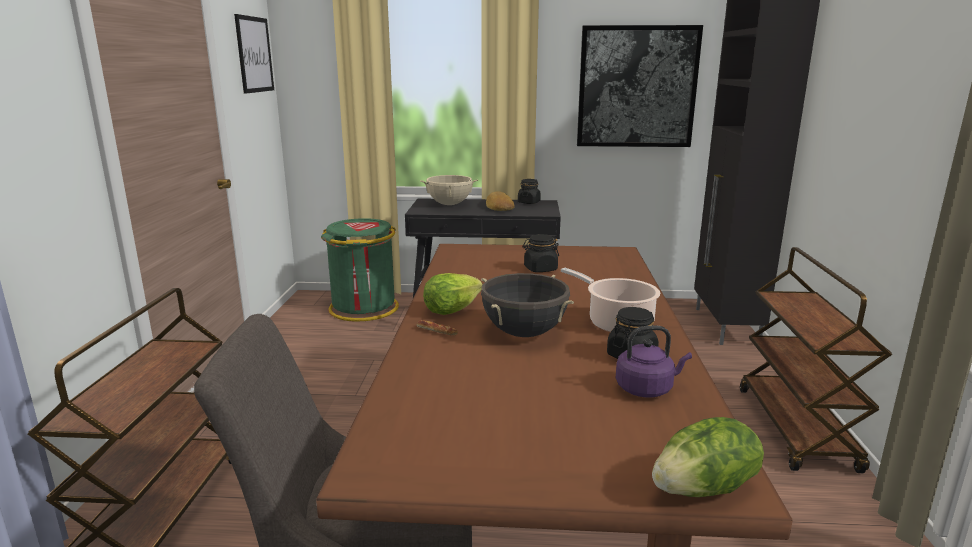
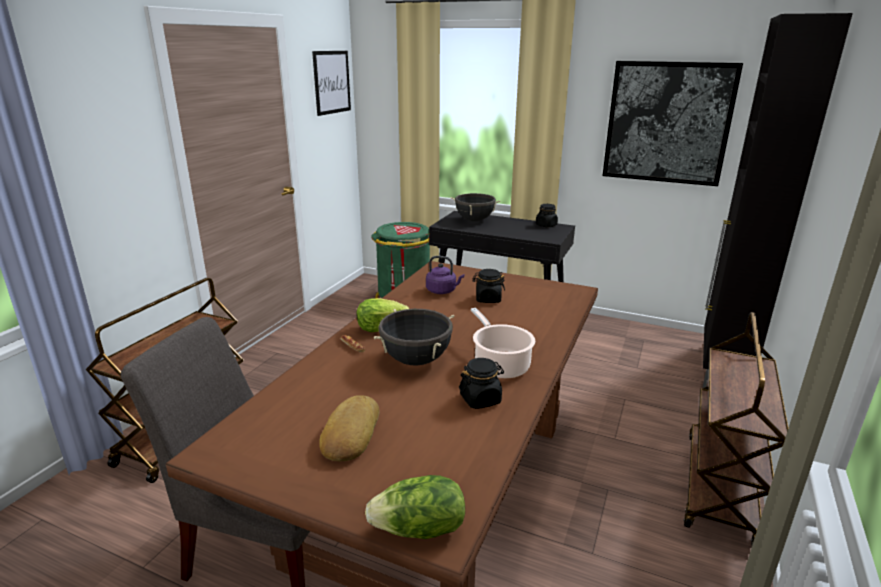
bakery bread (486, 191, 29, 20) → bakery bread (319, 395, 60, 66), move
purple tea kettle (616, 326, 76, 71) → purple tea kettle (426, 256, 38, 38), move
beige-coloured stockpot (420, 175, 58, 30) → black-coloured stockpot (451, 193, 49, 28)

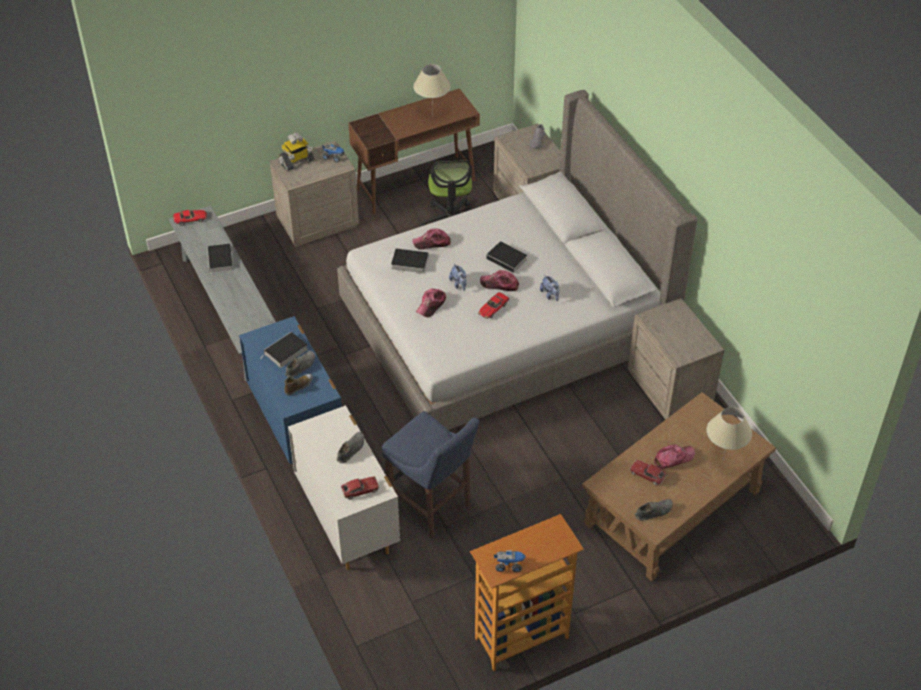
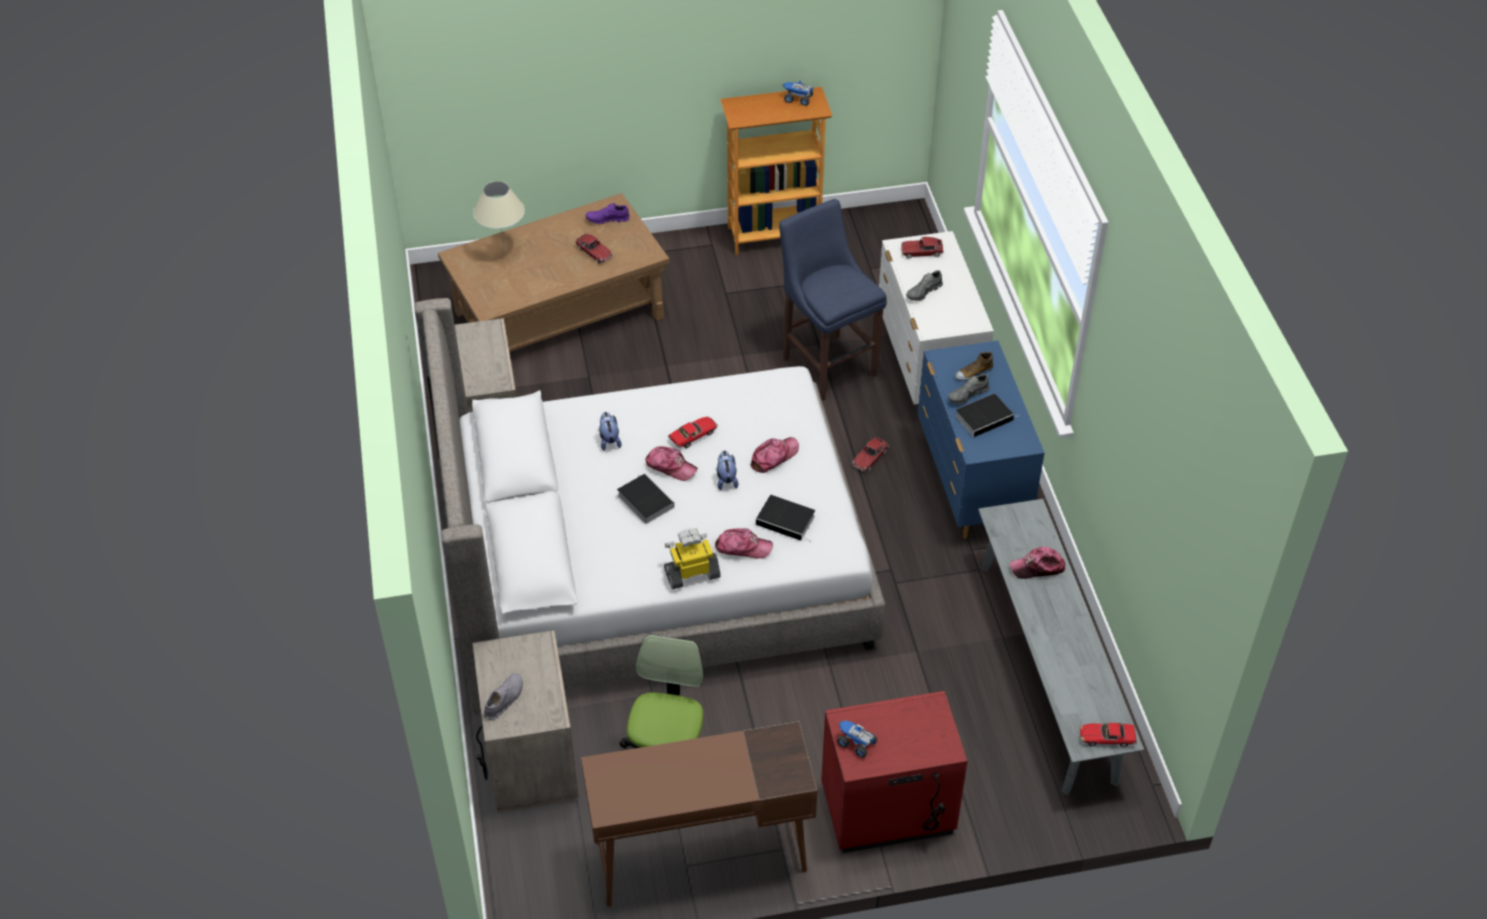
volume (207, 244, 26, 33) → -
beige-coloured table lamp (413, 64, 38, 53) → -
- → toy car (852, 437, 36, 35)
model robot (278, 132, 37, 39) → model robot (664, 528, 57, 61), move
peaked cap (654, 444, 41, 25) → peaked cap (1010, 547, 55, 32), move
beige-coloured bedside table (270, 141, 89, 106) → red-coloured bedside table (821, 691, 147, 162)
grey low shoe (635, 499, 38, 22) → purple low shoe (585, 203, 45, 21)

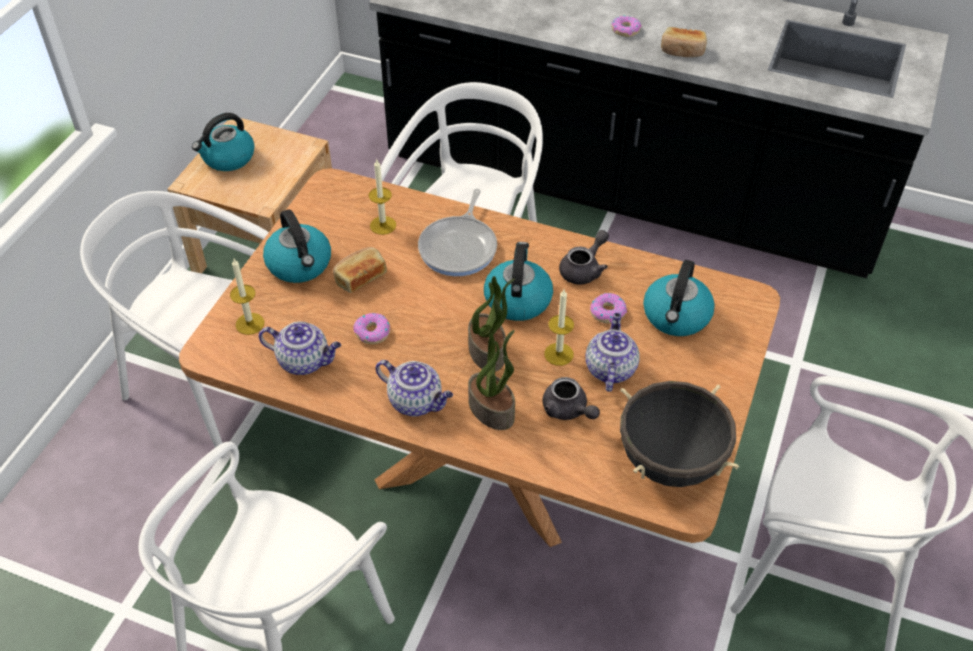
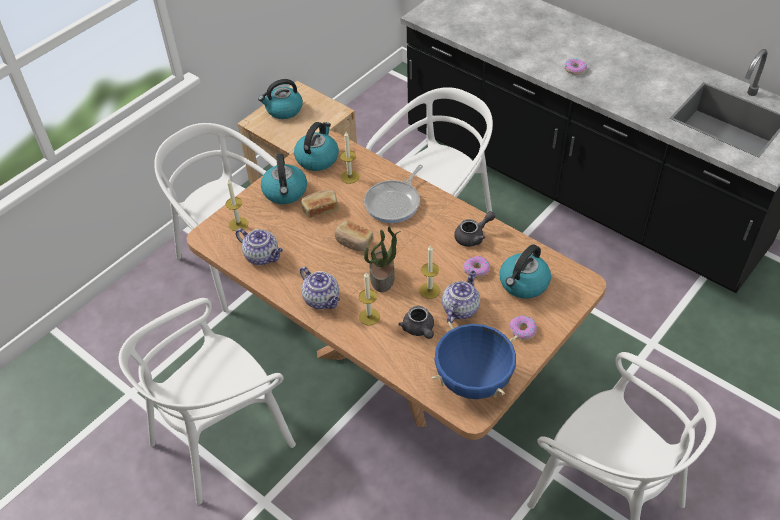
donut (353, 313, 37, 31) → donut (509, 316, 28, 24), move
tea kettle (484, 242, 69, 79) → tea kettle (294, 122, 45, 49), move
bakery bread (661, 27, 46, 30) → bakery bread (334, 220, 40, 31), move
potted plant (468, 330, 47, 100) → wax candle (359, 272, 21, 54)
black-coloured stockpot (620, 381, 120, 106) → blue stockpot (431, 322, 87, 77)

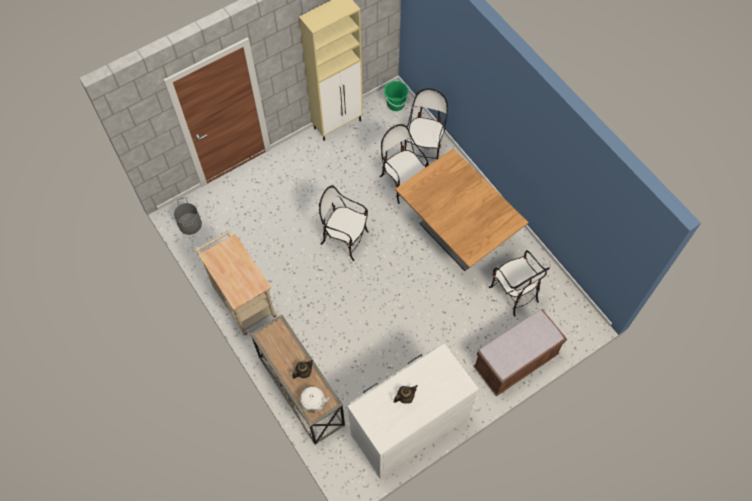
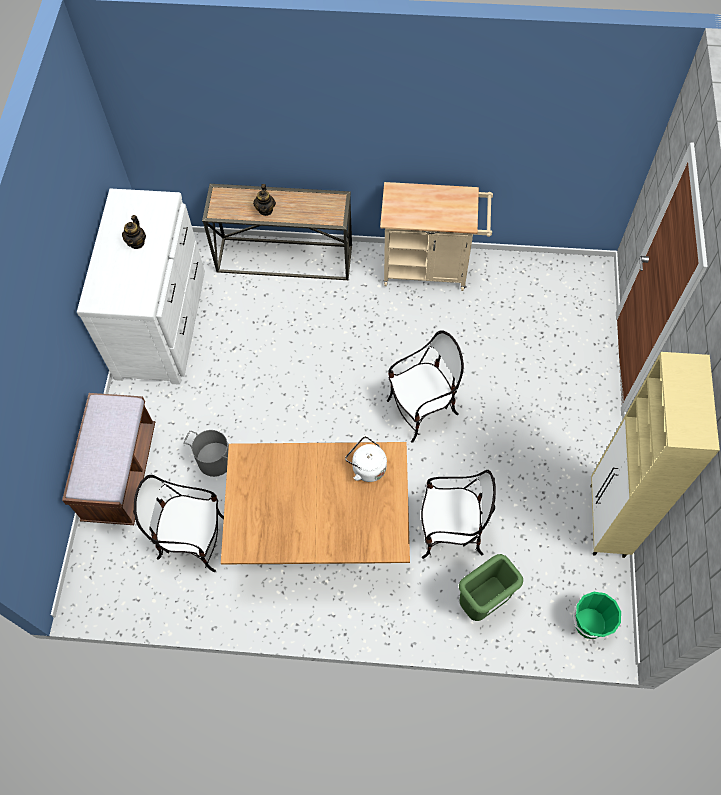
grey pail (174, 197, 28, 38) → grey pail (184, 430, 45, 47), move
white-coloured tea kettle (300, 387, 30, 26) → white-coloured tea kettle (345, 436, 42, 46), move
chair (404, 88, 44, 72) → greenish rubbish bin (459, 554, 64, 67)

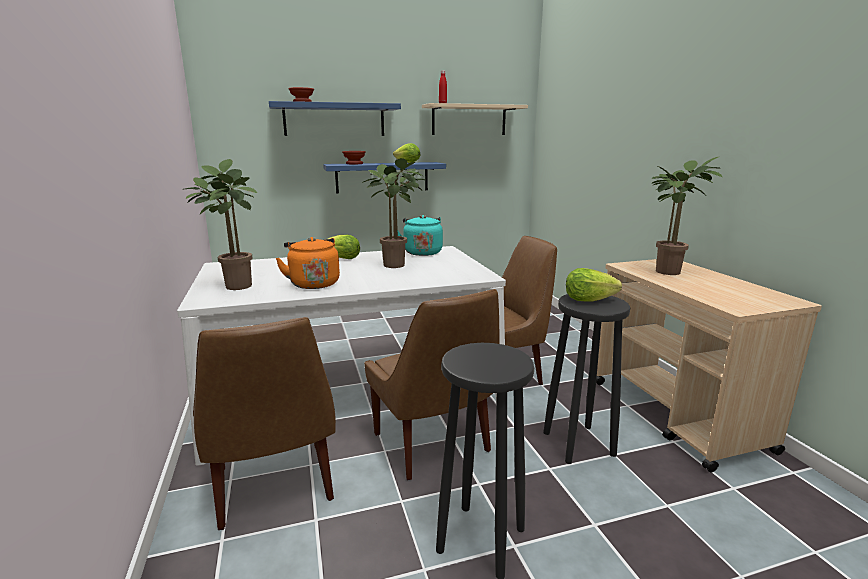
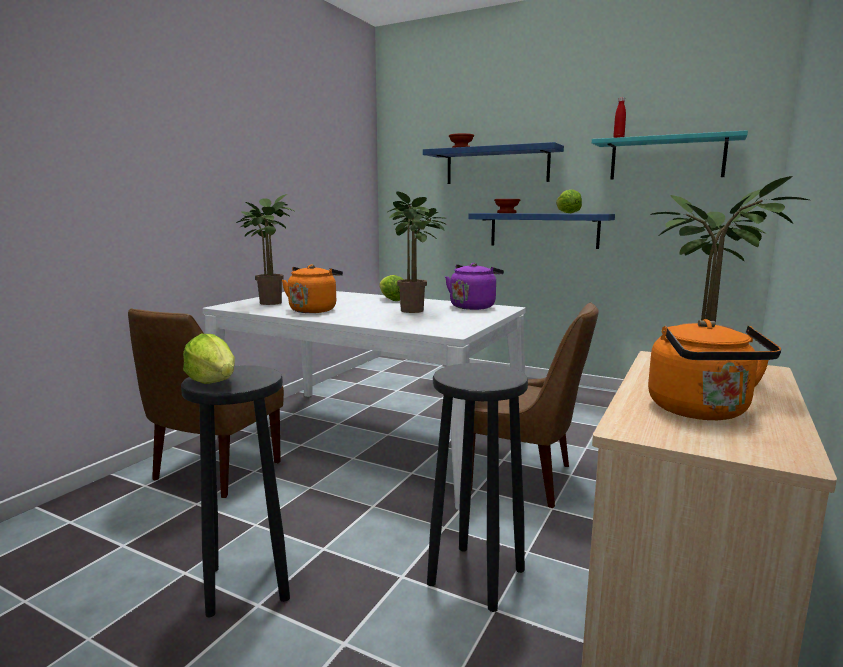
brown chair (364, 289, 135, 191) → -
- → orange-coloured tea kettle (648, 319, 133, 101)
lettuce head (566, 268, 56, 34) → lettuce head (183, 334, 52, 50), move
blue-green tea kettle (398, 215, 45, 41) → purple tea kettle (445, 263, 59, 47)
beige-coloured shelf (422, 103, 106, 32) → blue-green shelf (592, 130, 156, 50)

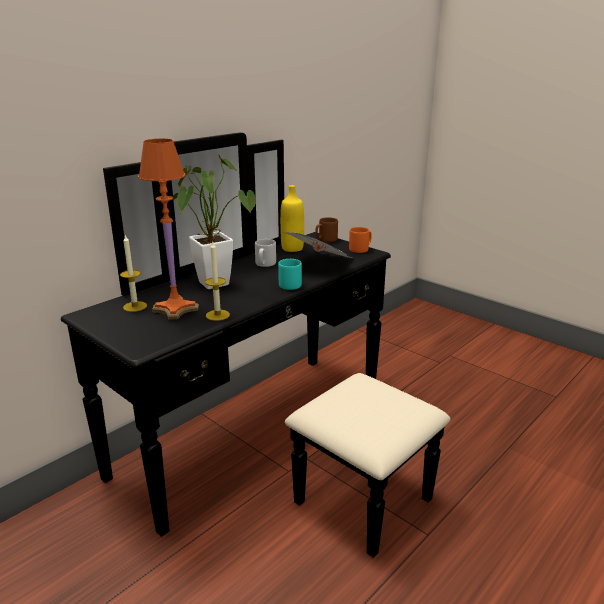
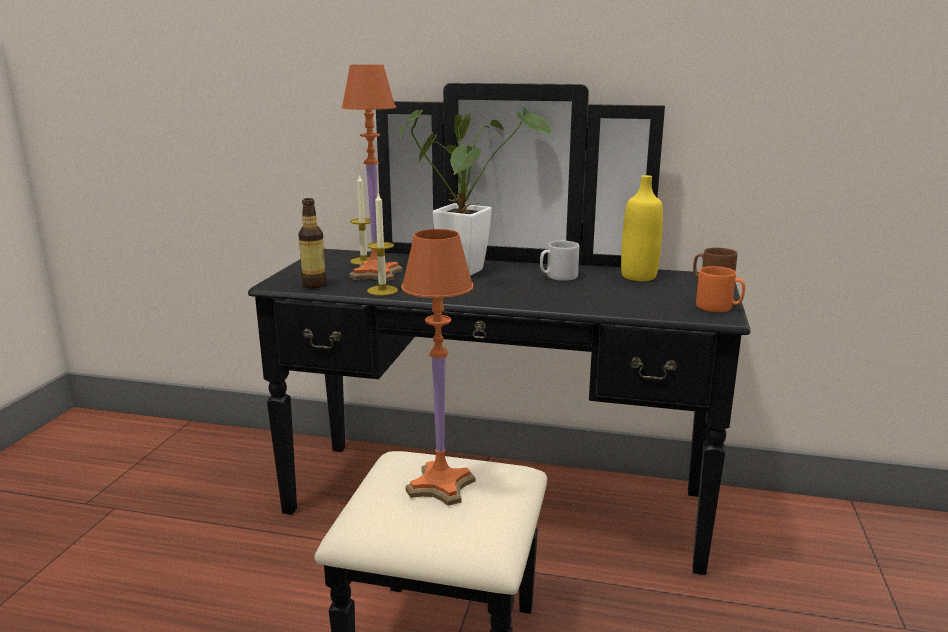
blue-green mug (278, 259, 24, 31) → -
daily paper (284, 232, 68, 26) → -
- → bottle (298, 198, 29, 91)
- → orange-coloured table lamp (401, 229, 75, 277)

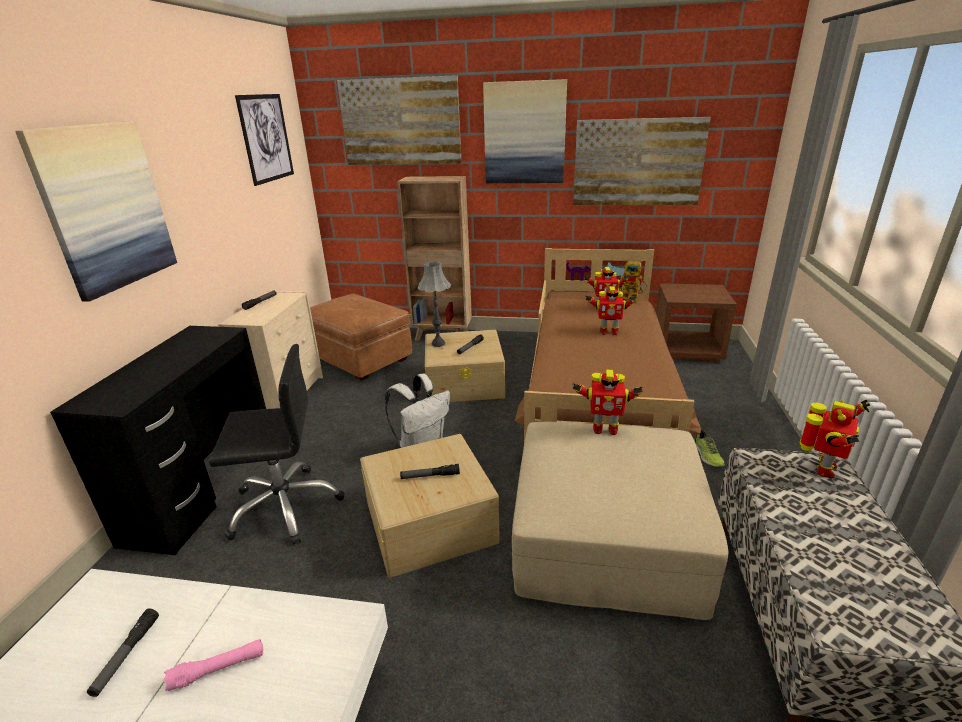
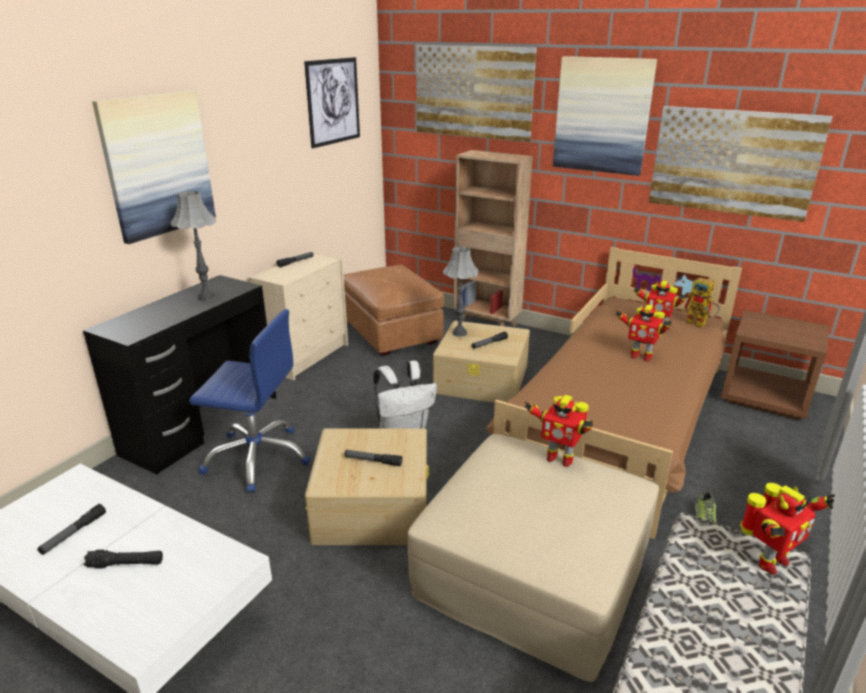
- → grey table lamp (170, 191, 46, 110)
pink torch (163, 639, 100, 52) → black-coloured torch (84, 549, 79, 20)
black-coloured computer chair (209, 344, 135, 201) → blue computer chair (189, 309, 122, 184)

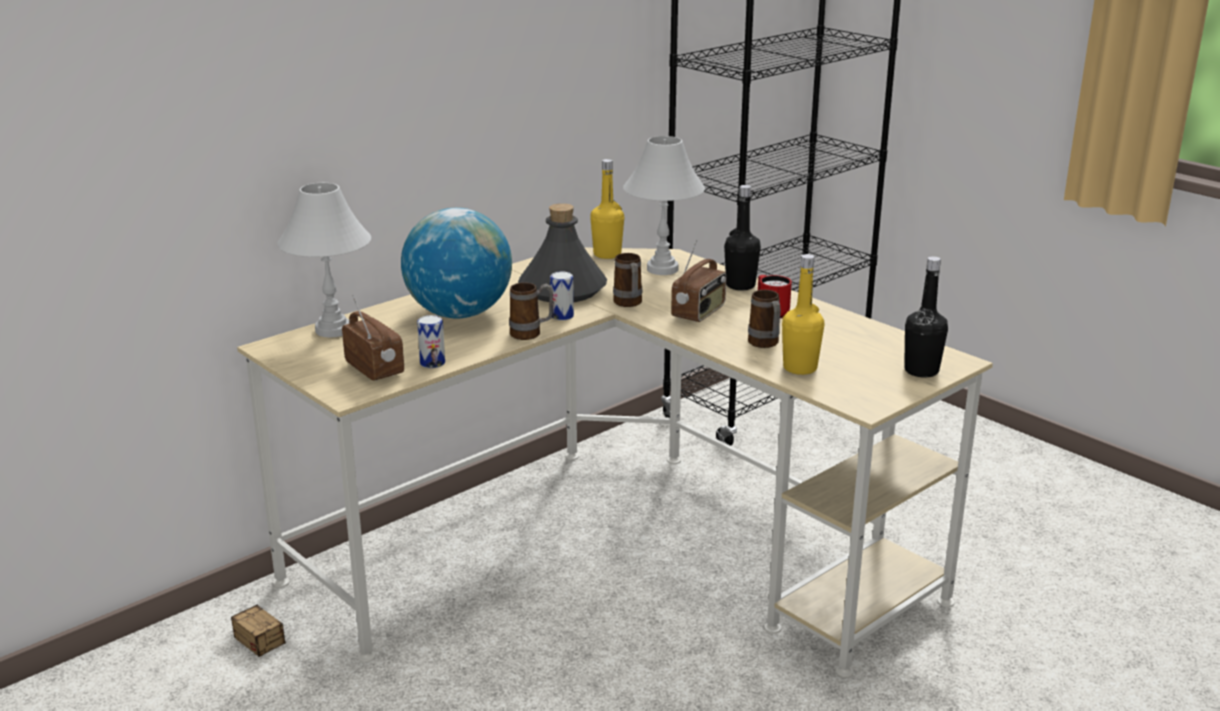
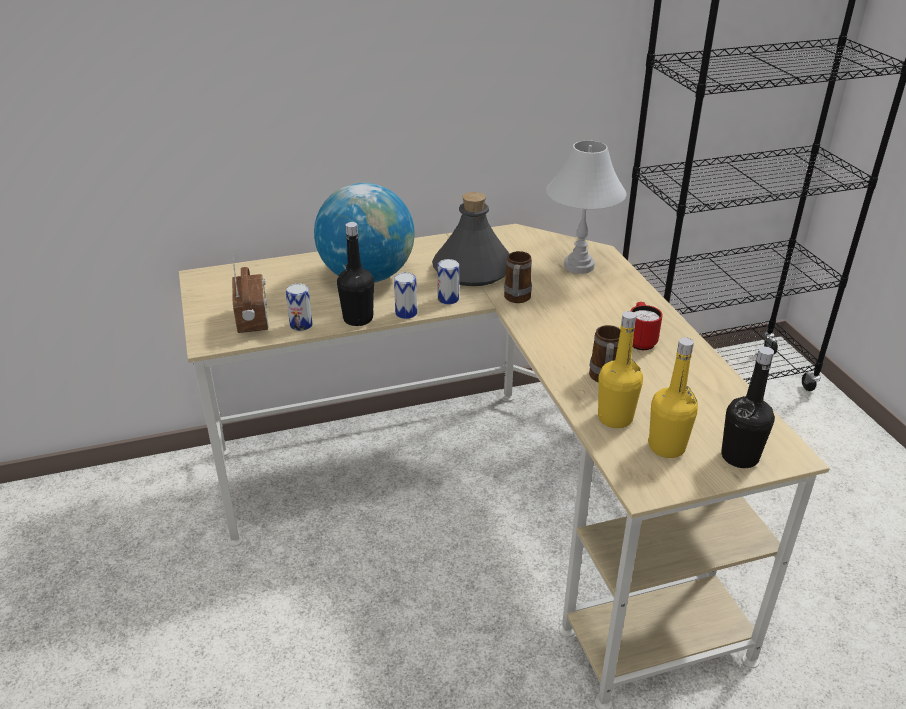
storage box (231, 600, 81, 57) → -
white-coloured table lamp (277, 183, 94, 155) → -
radio set (671, 240, 55, 82) → -
yellow bottle (590, 159, 34, 100) → yellow bottle (648, 337, 50, 121), move
black-coloured bottle (724, 185, 37, 105) → black-coloured bottle (337, 222, 37, 104), move
mug (509, 283, 44, 57) → sealed can (394, 272, 23, 47)

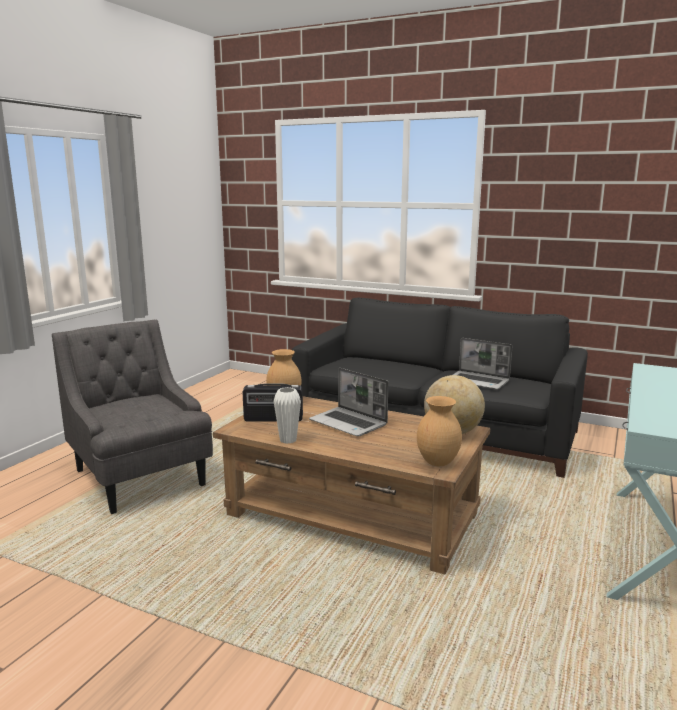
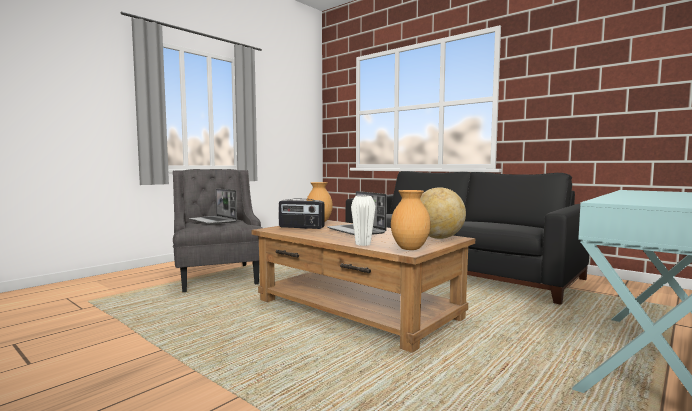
white-coloured flower vase (274, 387, 27, 57) → white-coloured flower vase (351, 196, 25, 50), move
laptop (453, 338, 60, 52) → laptop (189, 188, 48, 36), move

